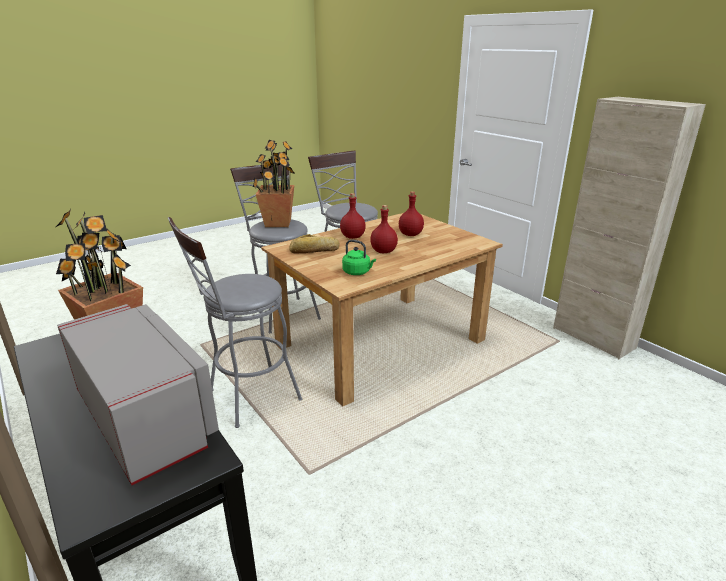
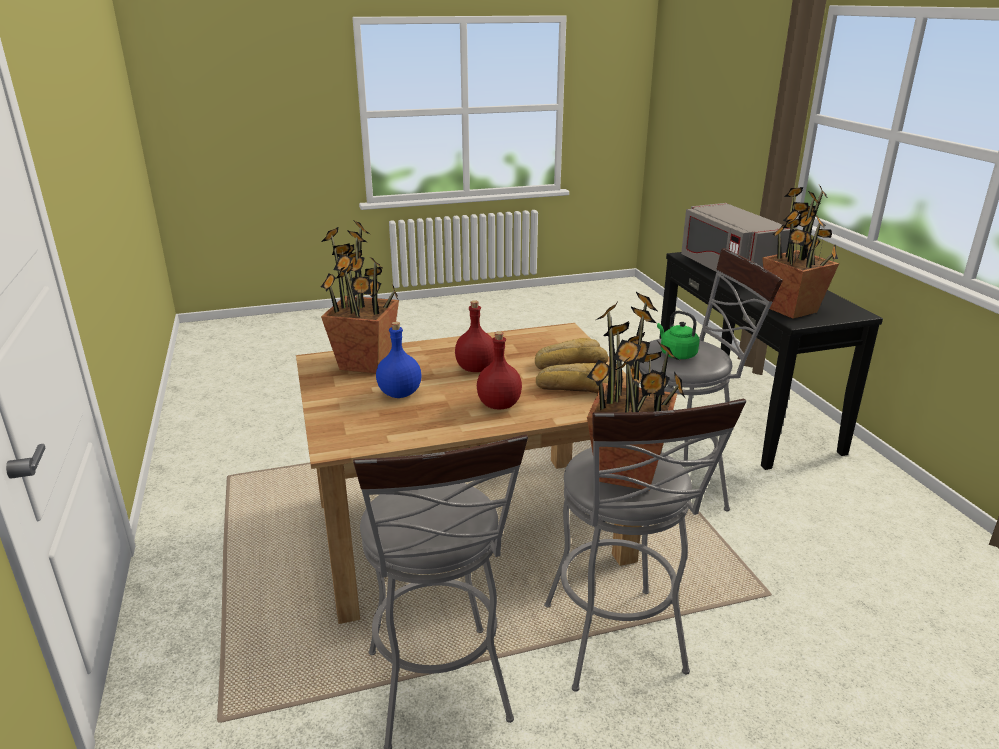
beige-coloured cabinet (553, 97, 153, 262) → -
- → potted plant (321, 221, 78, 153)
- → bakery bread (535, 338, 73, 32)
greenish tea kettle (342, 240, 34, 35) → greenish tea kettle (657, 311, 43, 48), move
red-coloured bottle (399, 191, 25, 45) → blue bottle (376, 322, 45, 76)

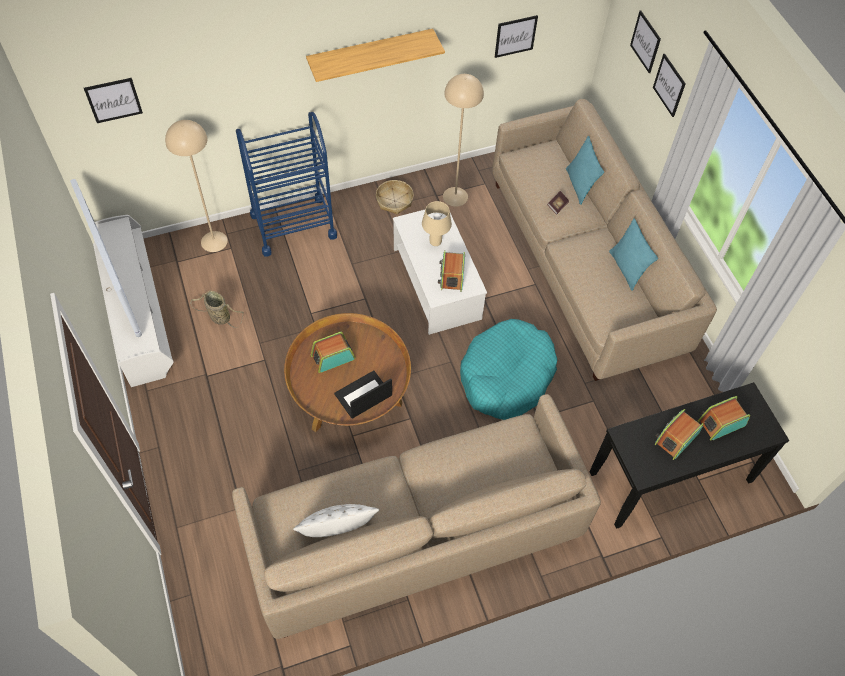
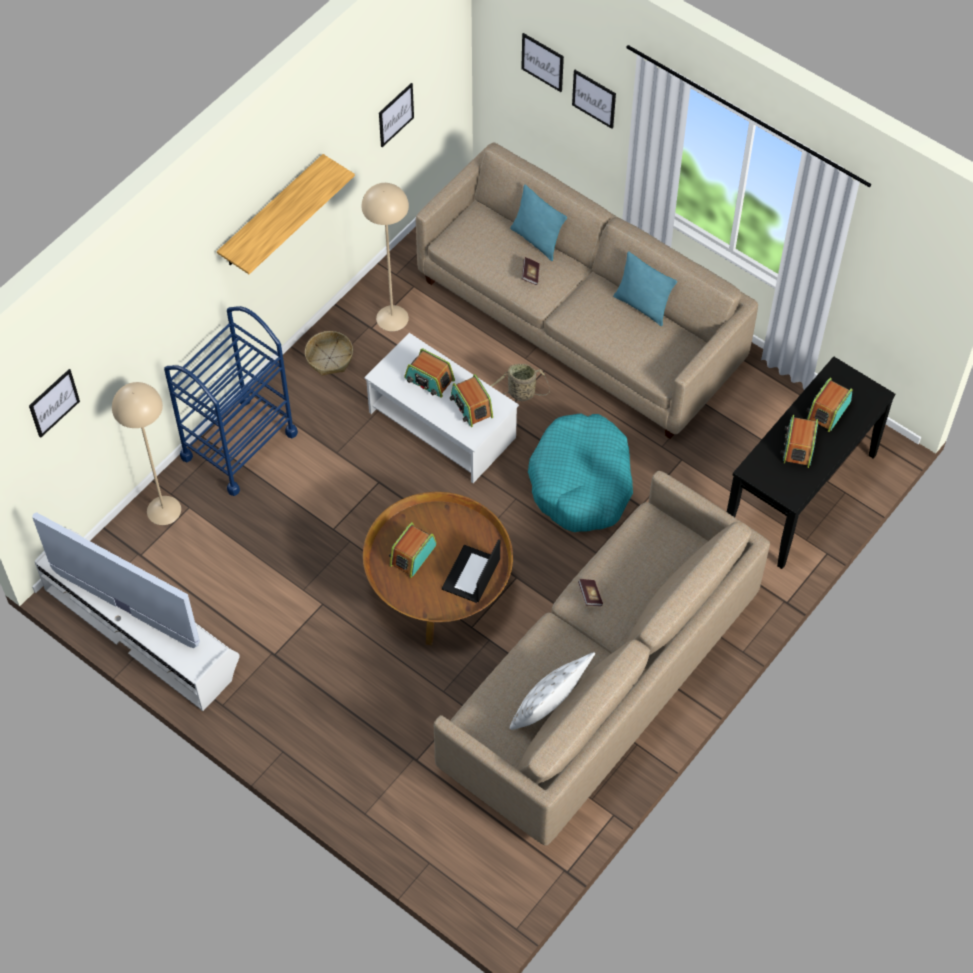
- → volume (578, 579, 25, 27)
household basket (191, 291, 53, 37) → household basket (490, 364, 60, 37), move
beige-coloured table lamp (422, 201, 30, 45) → radio set (404, 348, 51, 50)

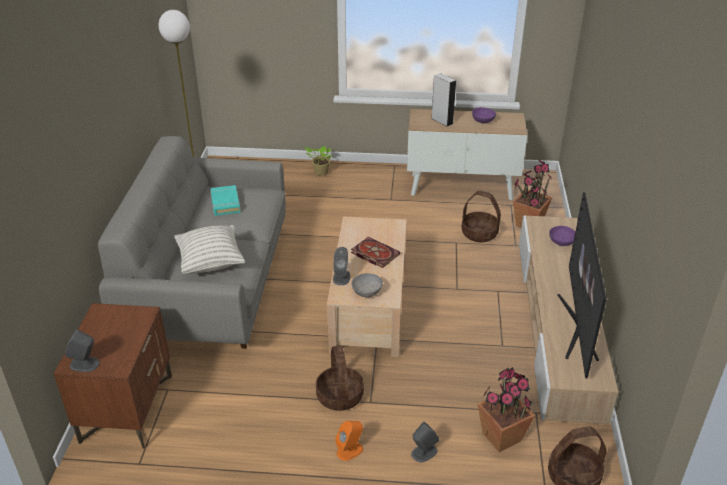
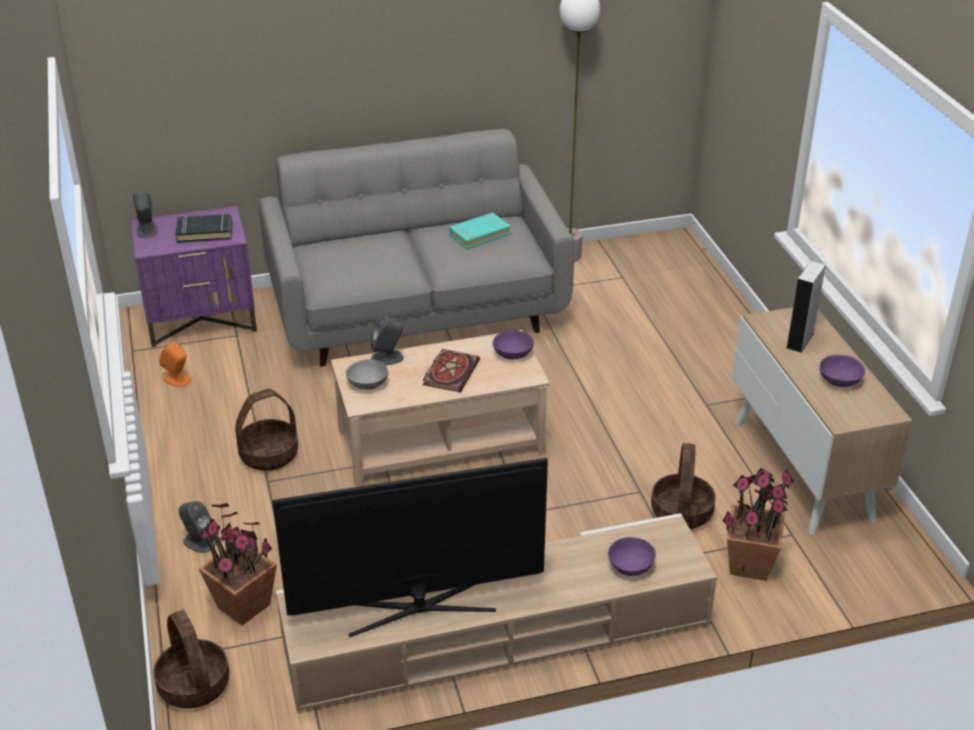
pillow (174, 225, 71, 49) → -
potted plant (305, 146, 27, 30) → -
- → black-coloured volume (176, 214, 56, 29)
- → purple bowl (493, 330, 41, 29)
orange-coloured audio speaker (335, 421, 28, 40) → orange-coloured audio speaker (159, 341, 32, 46), move
brown bedside table (53, 303, 119, 146) → purple bedside table (131, 206, 126, 142)

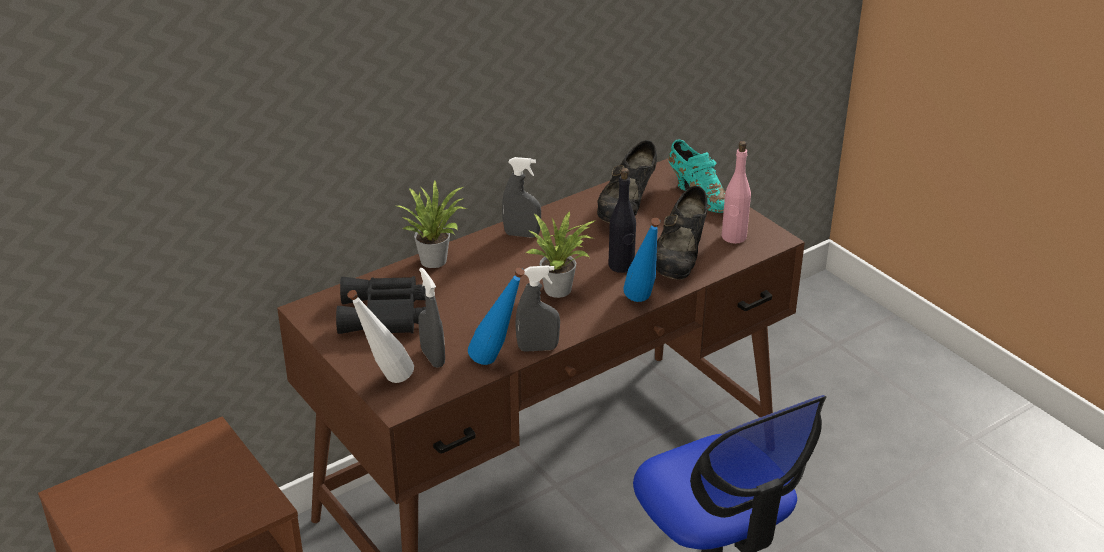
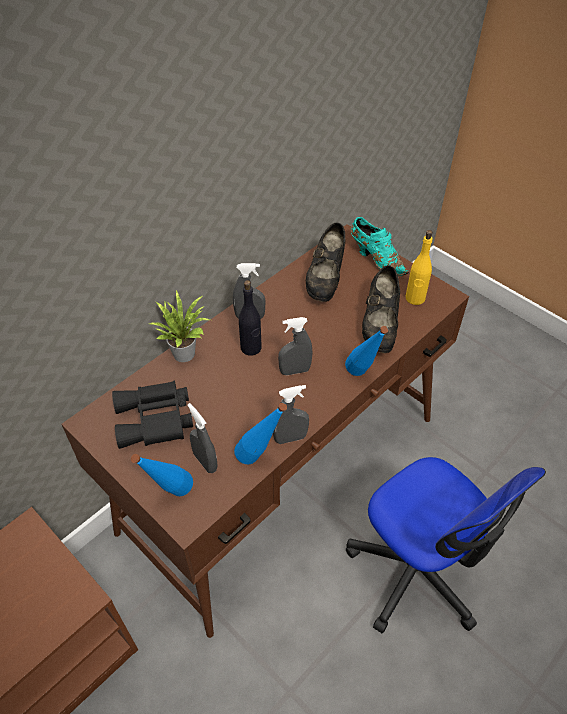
black-coloured bottle (608, 168, 28, 105) → black-coloured bottle (239, 280, 23, 76), move
potted plant (526, 211, 70, 87) → grey hand sprayer (278, 317, 35, 58)
white-coloured bottle (347, 290, 67, 93) → blue bottle (131, 454, 62, 42)
pink bottle (722, 141, 29, 103) → yellow bottle (406, 230, 27, 75)

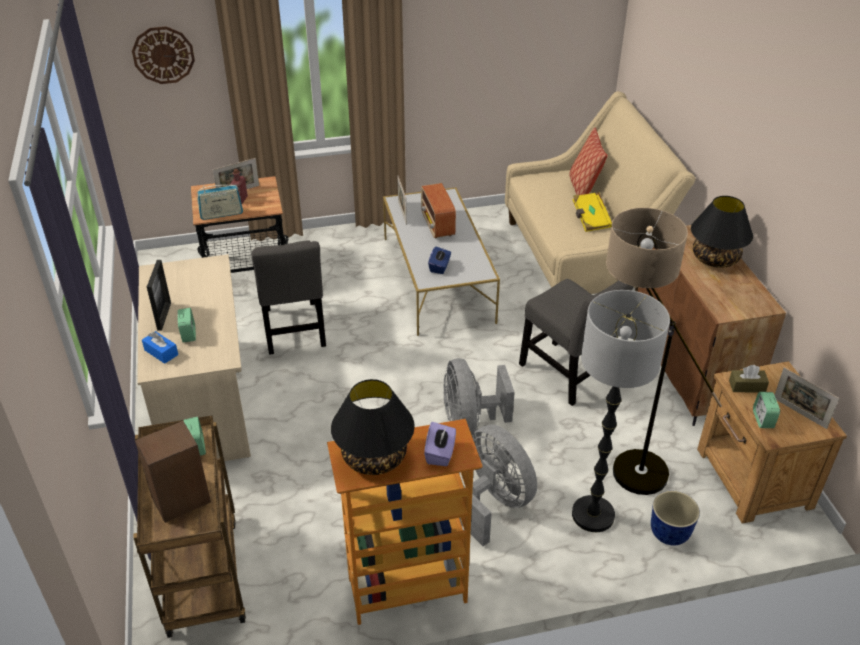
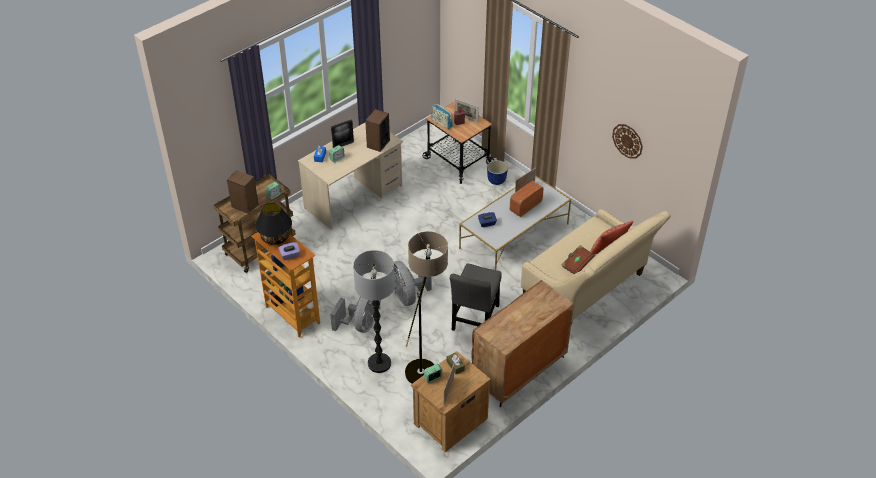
grey chair (252, 240, 74, 115) → -
black-coloured table lamp (691, 196, 62, 72) → -
- → audio speaker (365, 109, 25, 43)
clock on the wall (132, 26, 63, 58) → clock on the wall (612, 124, 31, 35), move
flower pot (651, 491, 49, 54) → flower pot (487, 160, 21, 25), move
yellow volume (573, 192, 39, 40) → brown volume (561, 245, 34, 29)
grey electric fan (443, 358, 72, 77) → grey electric fan (394, 261, 38, 45), 75 degrees counterclockwise

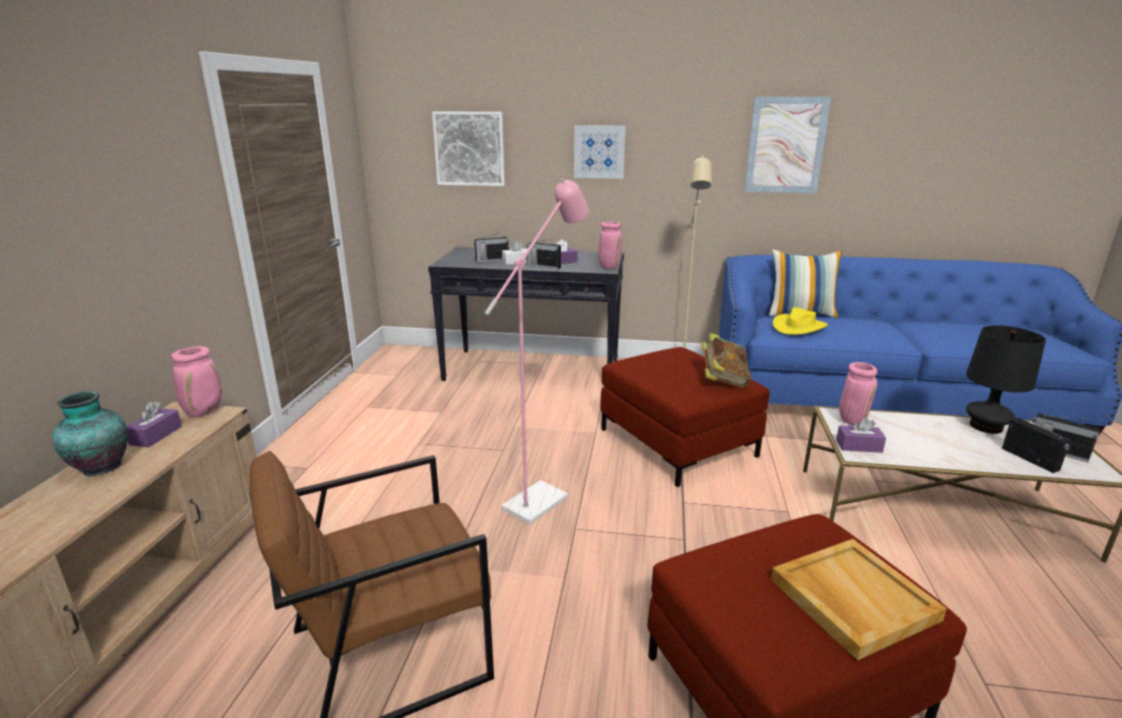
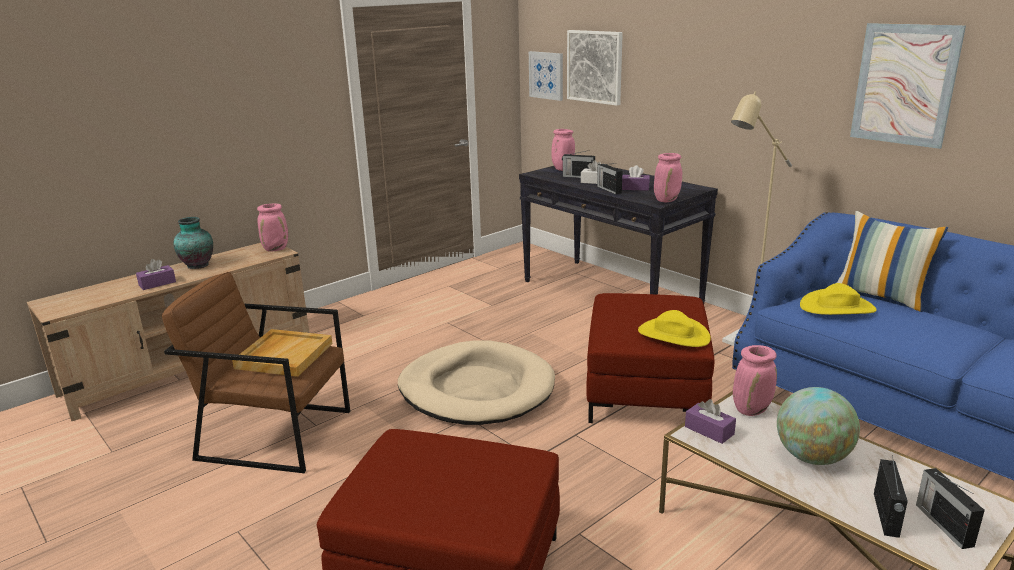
black-coloured table lamp (966, 325, 80, 109) → -
- → pink flower vase (551, 129, 24, 42)
- → globe (777, 387, 83, 78)
purple box of tissues (126, 401, 56, 46) → purple box of tissues (136, 259, 40, 31), move
picture (574, 125, 52, 54) → picture (529, 51, 34, 50), move
beige-coloured tray (771, 539, 176, 122) → beige-coloured tray (232, 329, 100, 48), move
pink floor lamp (484, 179, 105, 346) → beige-coloured pet bed (398, 341, 157, 84)
volume (702, 333, 49, 55) → yellow wearable hat (638, 310, 73, 37)

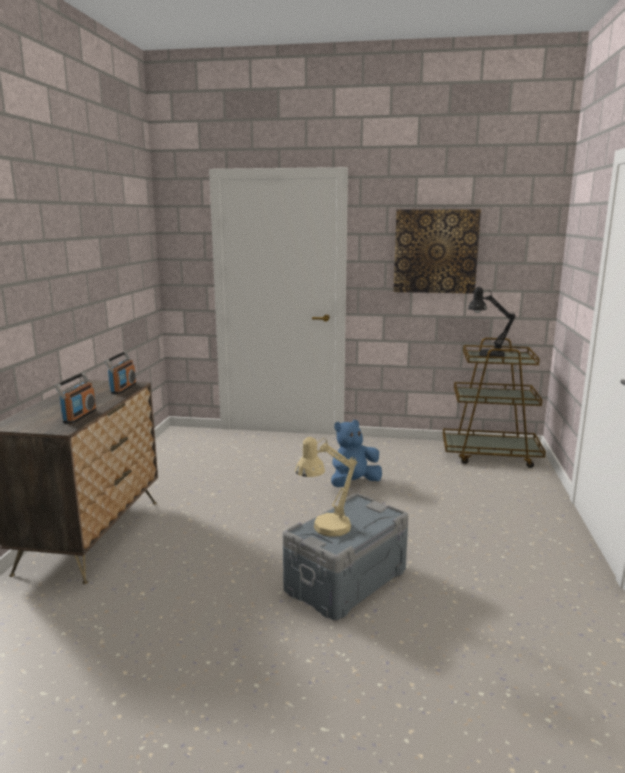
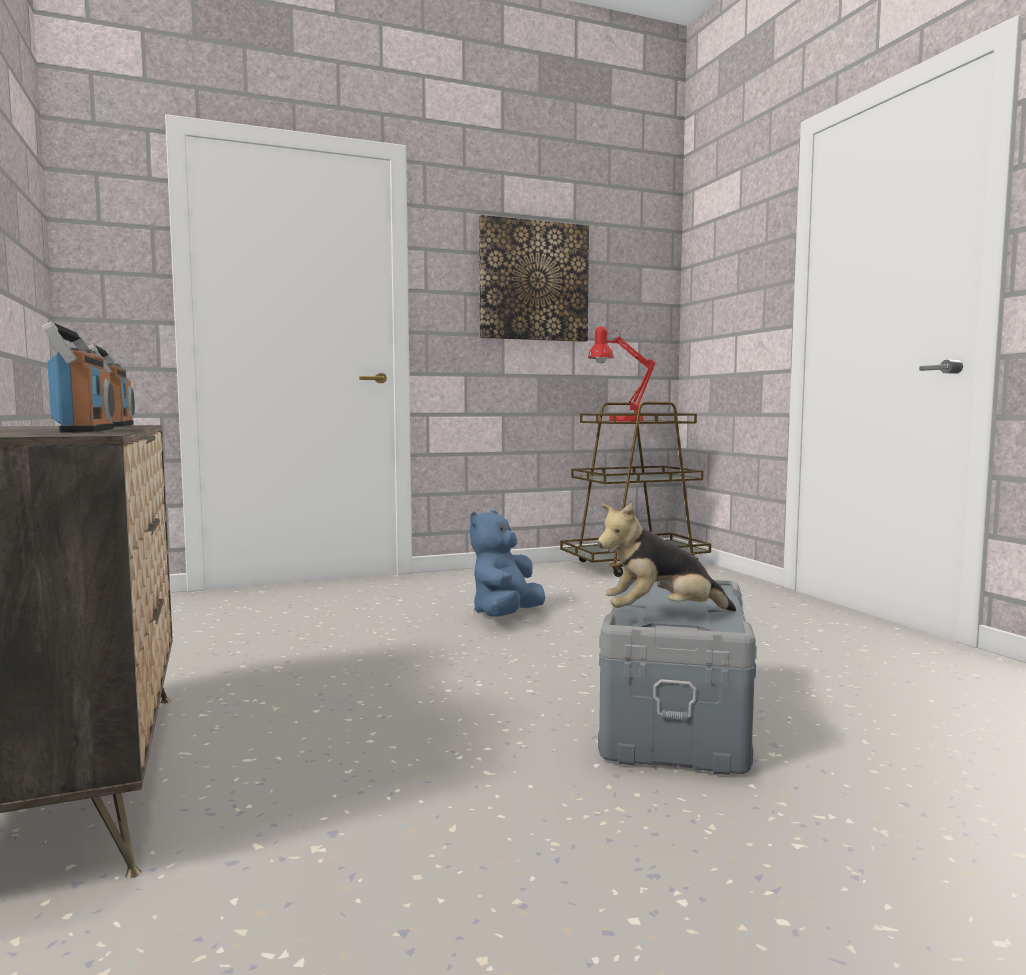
beige-coloured table lamp (295, 437, 62, 100) → cuddly toy (597, 503, 139, 108)
black-coloured table lamp (468, 287, 48, 72) → red-coloured table lamp (588, 327, 68, 95)

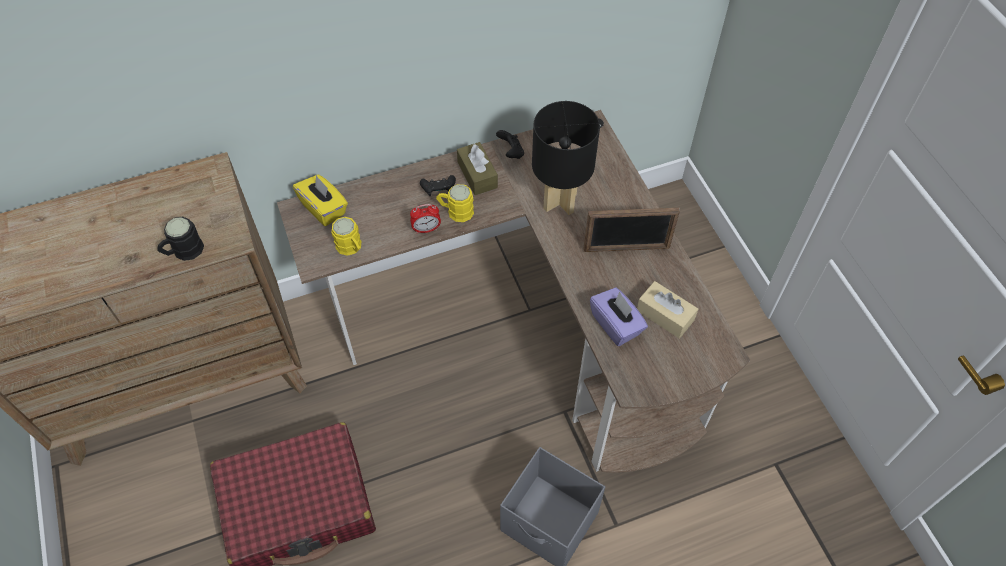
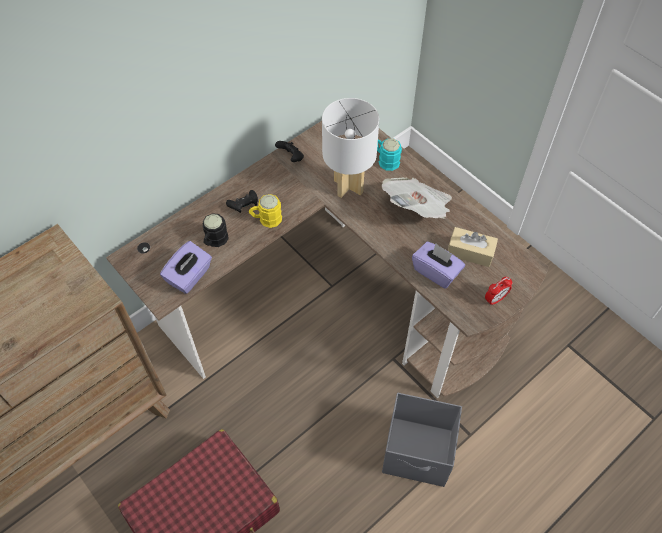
yellow box of tissues (293, 175, 55, 51) → -
brown box of tissues (457, 142, 41, 53) → -
- → blue-green mug (377, 138, 25, 33)
black-coloured mug (157, 217, 47, 44) → black-coloured mug (202, 213, 27, 34), move
table clock (410, 204, 31, 30) → table clock (485, 277, 28, 29), move
yellow mug (332, 217, 29, 39) → purple box of tissues (160, 241, 52, 53)
picture frame (583, 208, 97, 44) → daily paper (381, 178, 71, 40)
black-coloured table lamp (532, 101, 68, 114) → white-coloured table lamp (322, 98, 57, 100)

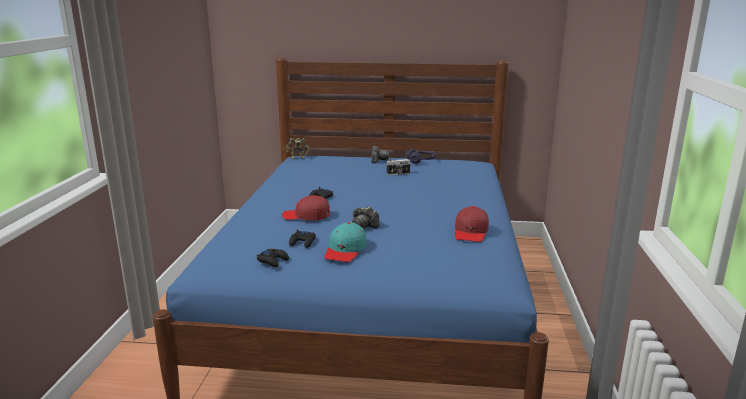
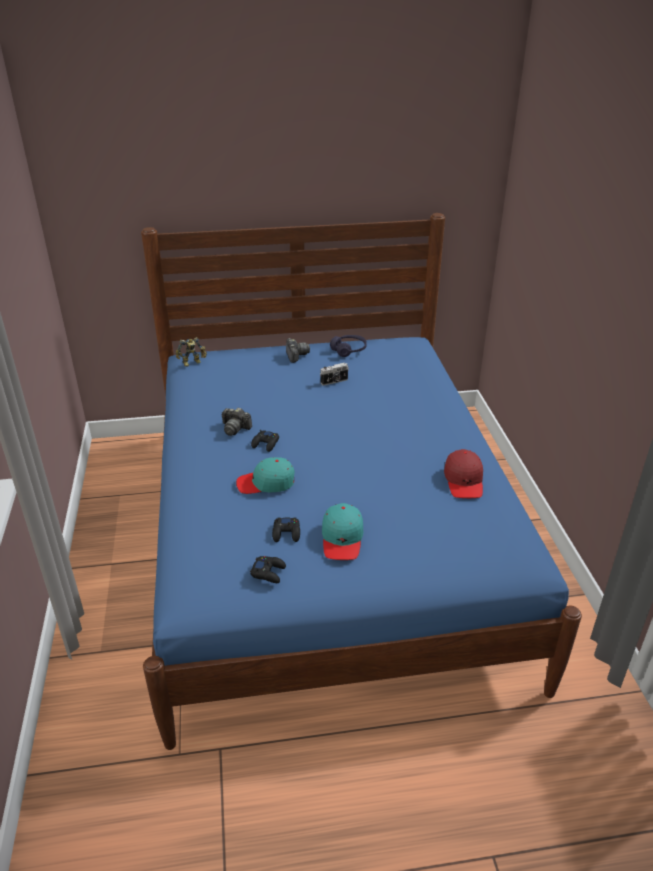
still camera (352, 207, 28, 22) → still camera (222, 408, 30, 28), move
red-coloured peaked cap (282, 195, 48, 25) → blue-green peaked cap (236, 457, 59, 37)

